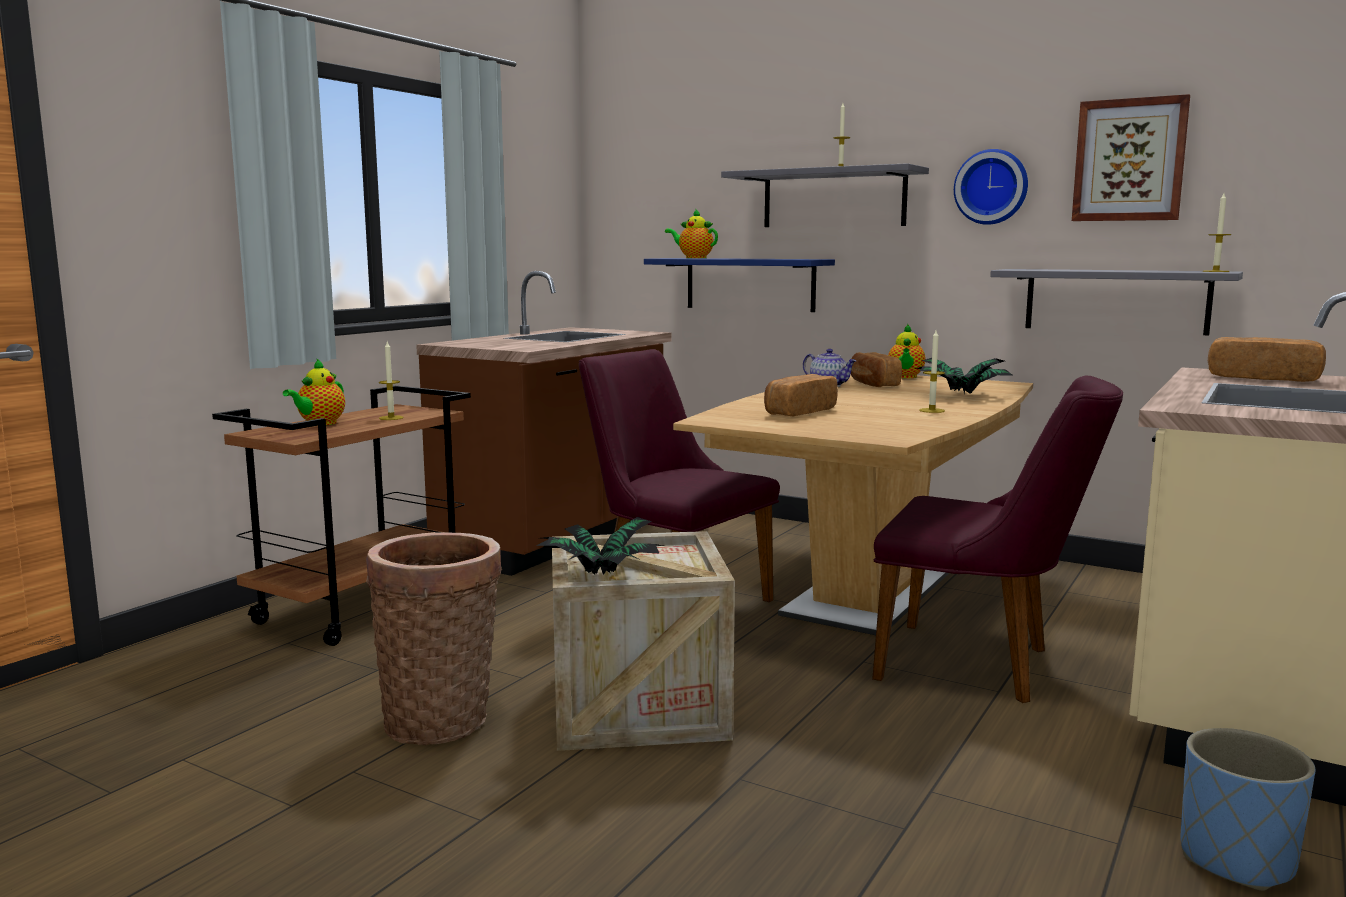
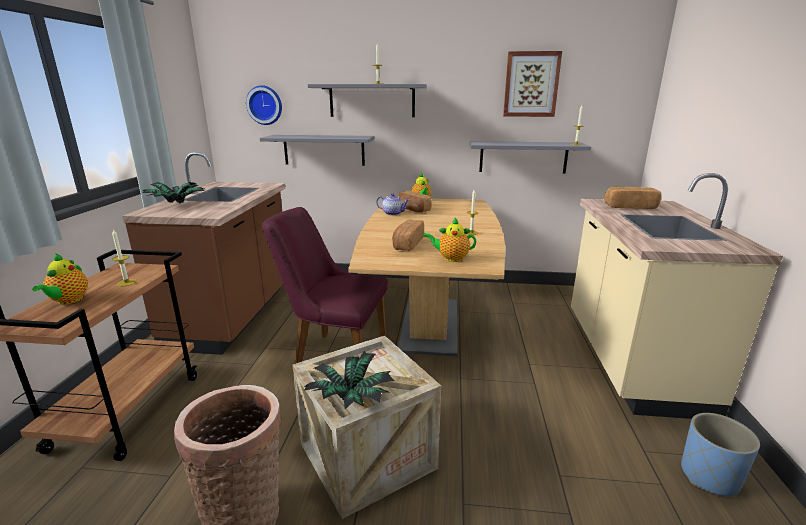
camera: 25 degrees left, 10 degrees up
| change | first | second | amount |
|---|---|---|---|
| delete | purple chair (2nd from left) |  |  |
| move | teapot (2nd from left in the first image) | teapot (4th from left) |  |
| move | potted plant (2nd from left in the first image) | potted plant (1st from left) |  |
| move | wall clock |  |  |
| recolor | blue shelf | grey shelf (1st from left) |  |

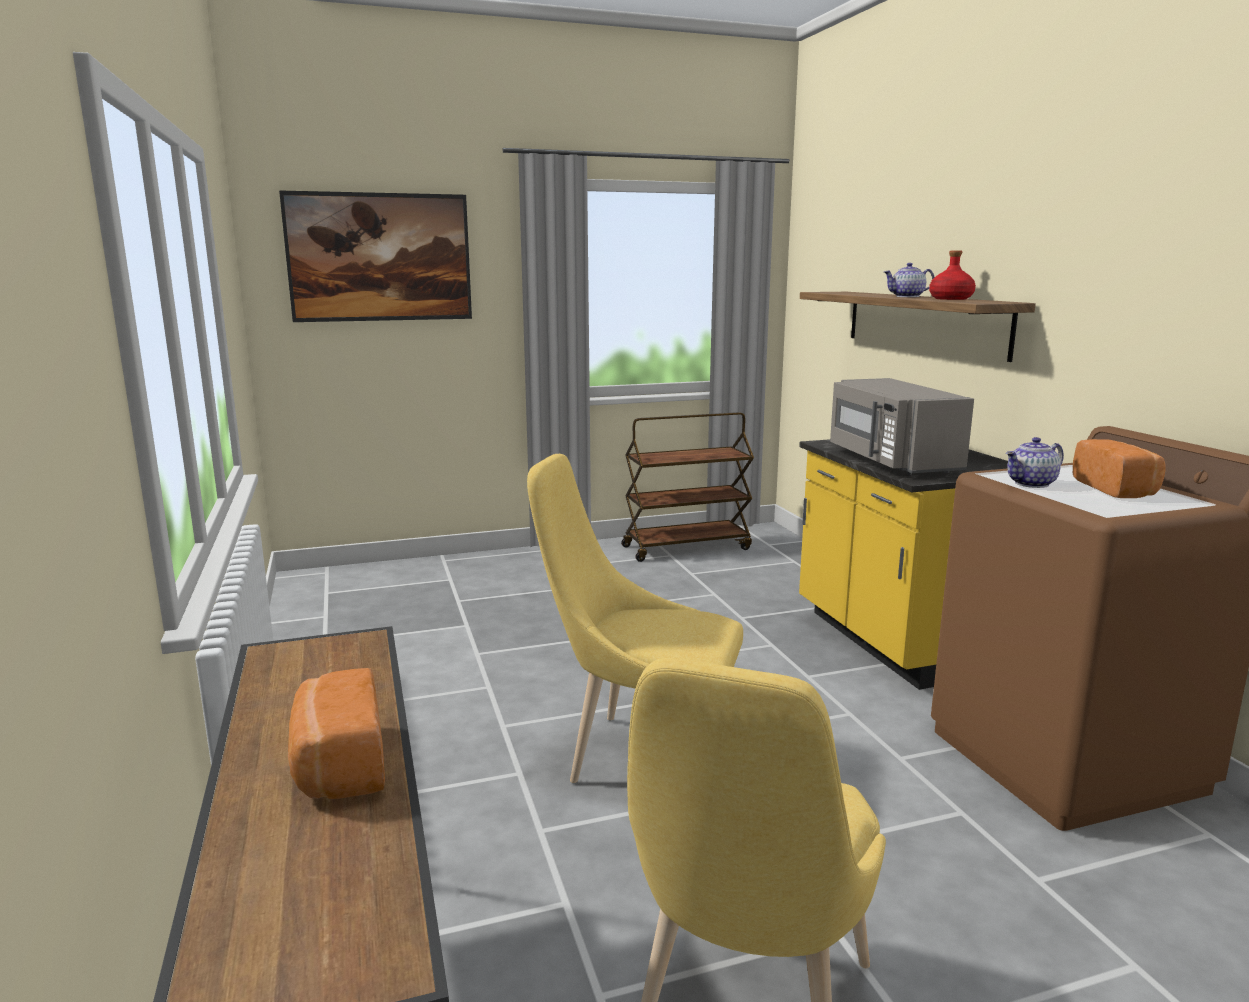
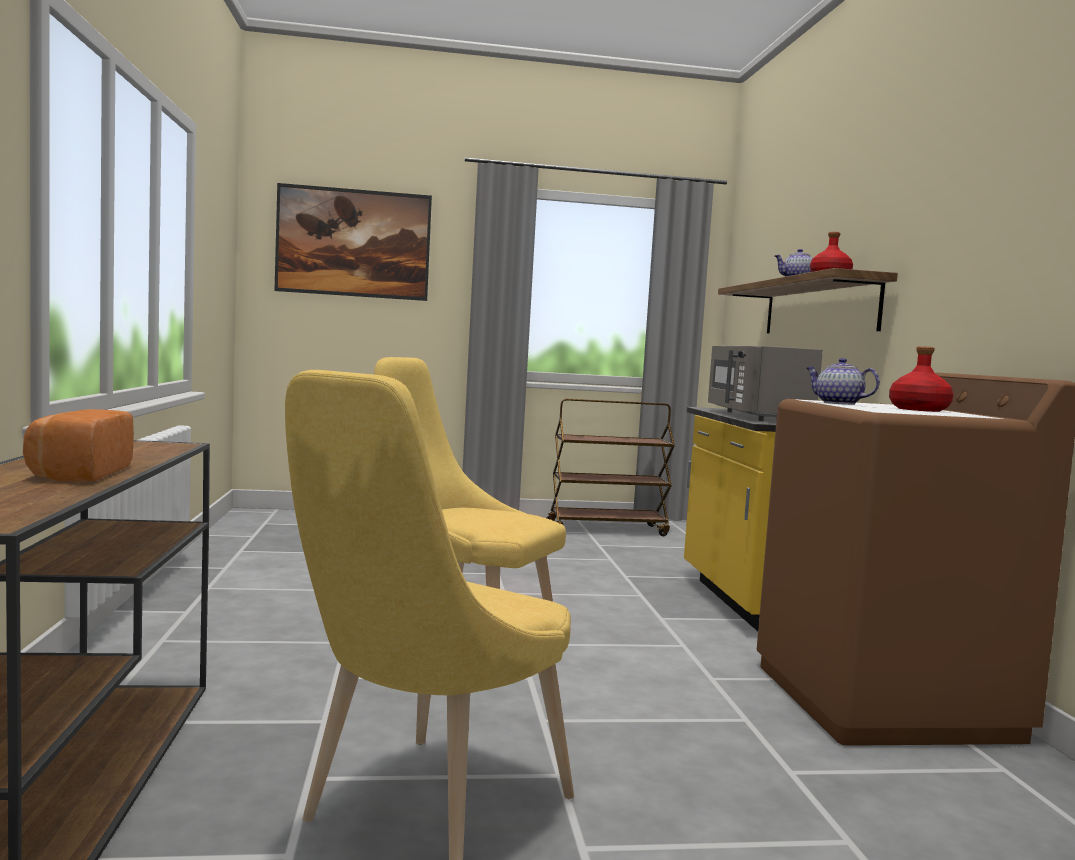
camera: 10 degrees right, 10 degrees down
| change | first | second | amount |
|---|---|---|---|
| replace | bread (2nd from left) | red bottle (2nd from left) |  |
| rotate | teapot (2nd from left) |  | 60 degrees clockwise |

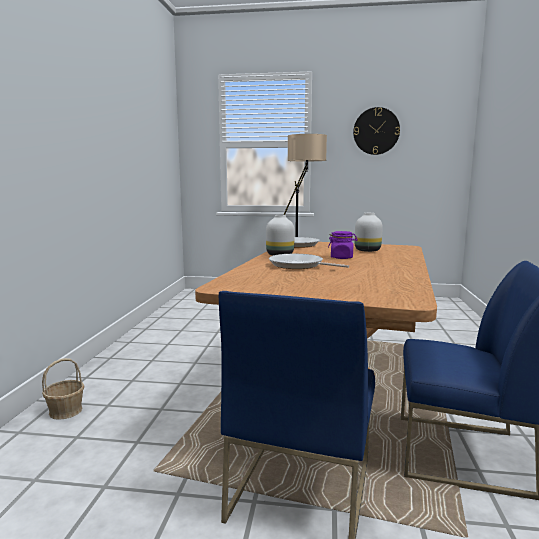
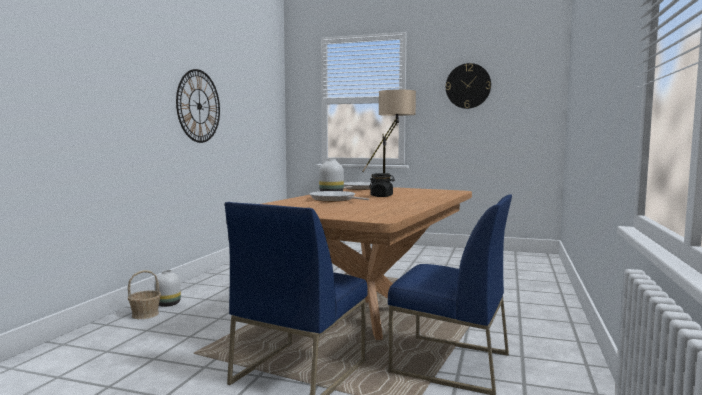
camera: 10 degrees right, 5 degrees down
| change | first | second | amount |
|---|---|---|---|
| insert |  | wall clock (1st from left) |  |
| move | white vase (2nd from left in the first image) | white vase (1st from left) |  |
| recolor | purple jar | black jar |  |

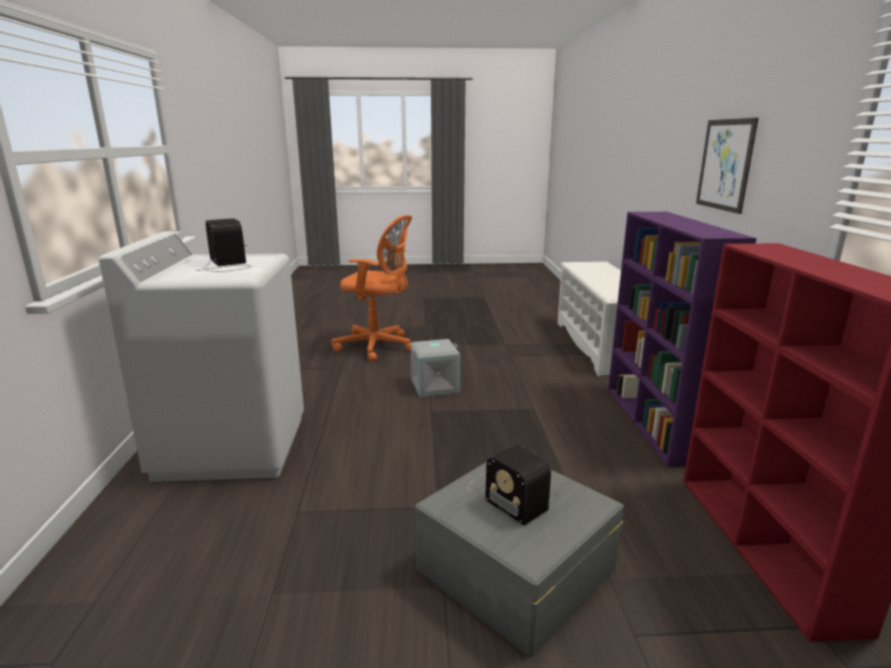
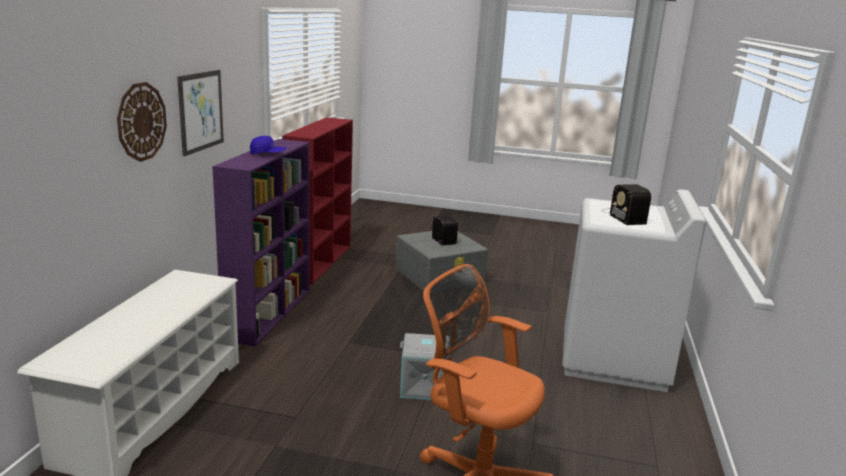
camera: 165 degrees left, 0 degrees up
| change | first | second | amount |
|---|---|---|---|
| insert |  | wall clock |  |
| insert |  | blue cap |  |

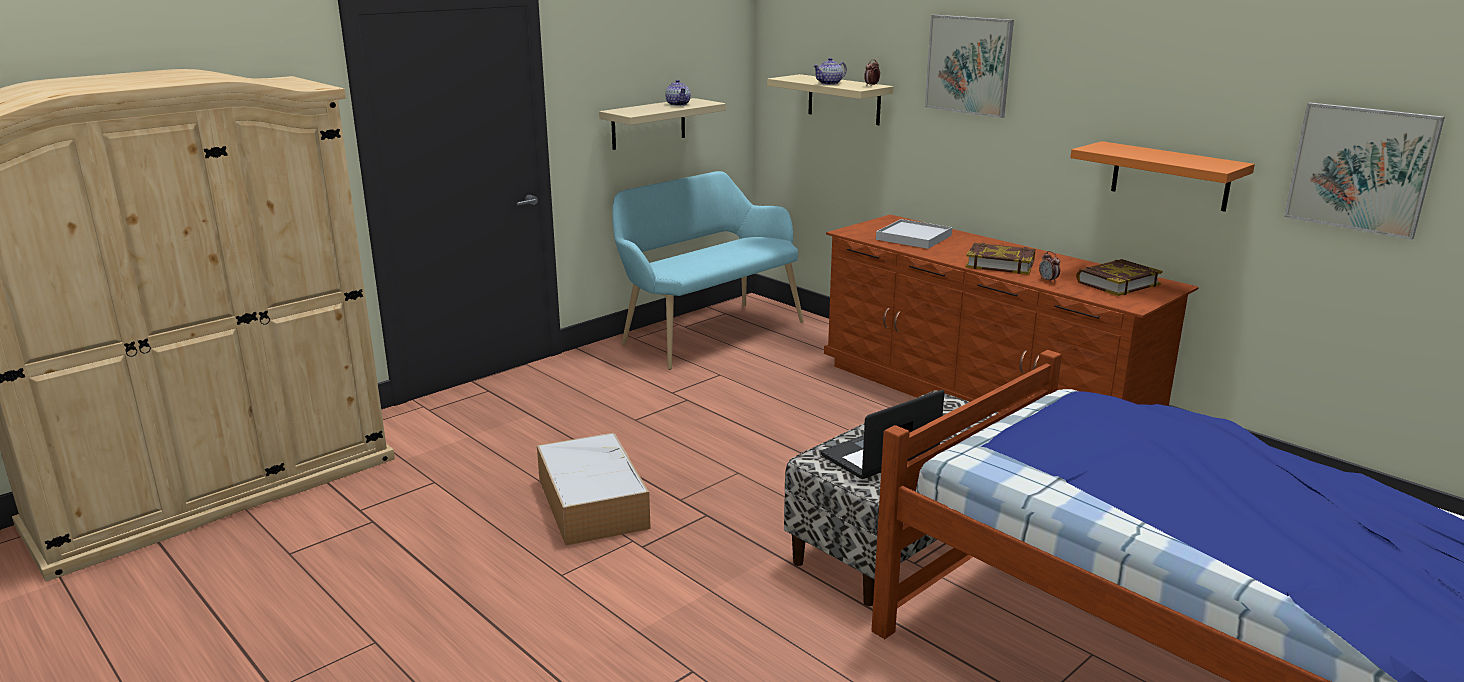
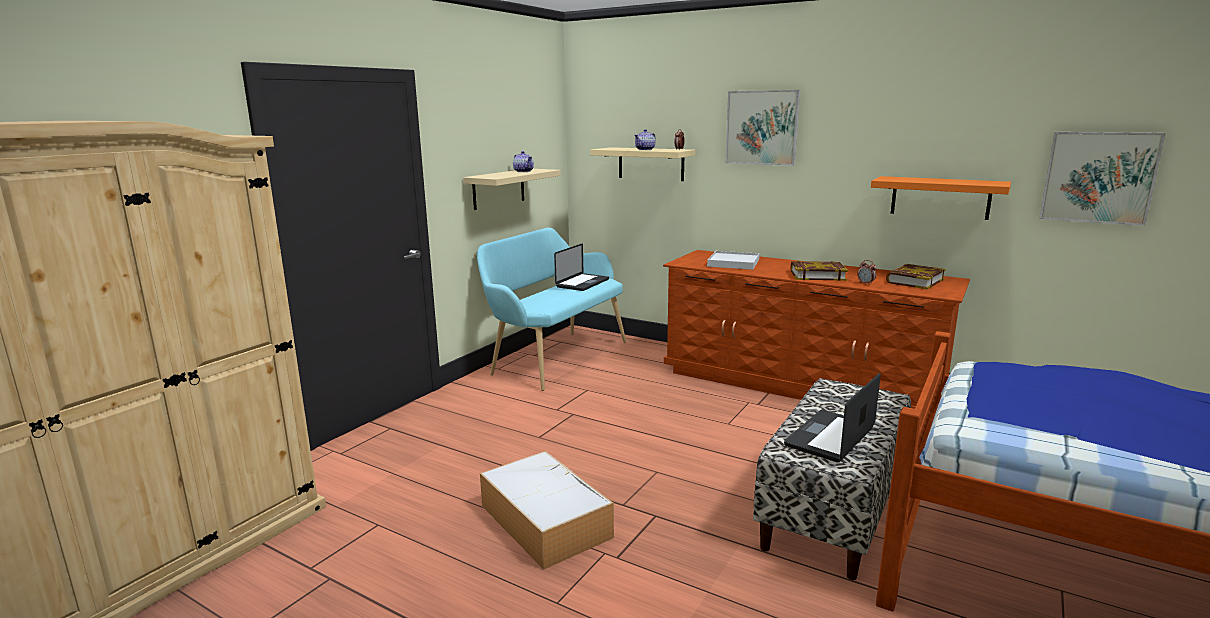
camera: 15 degrees left, 5 degrees down
| change | first | second | amount |
|---|---|---|---|
| insert |  | laptop (1st from left) |  |

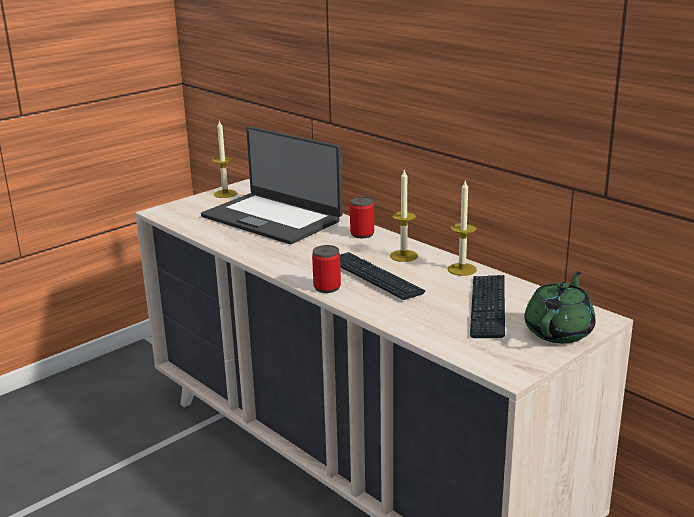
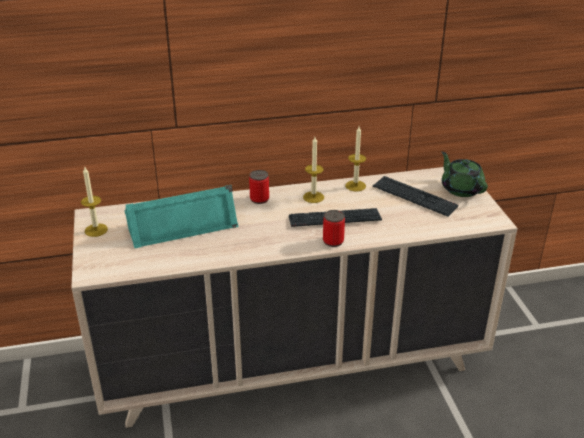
camera: 60 degrees left, 10 degrees up
| change | first | second | amount |
|---|---|---|---|
| replace | laptop | turquoise speaker |  |

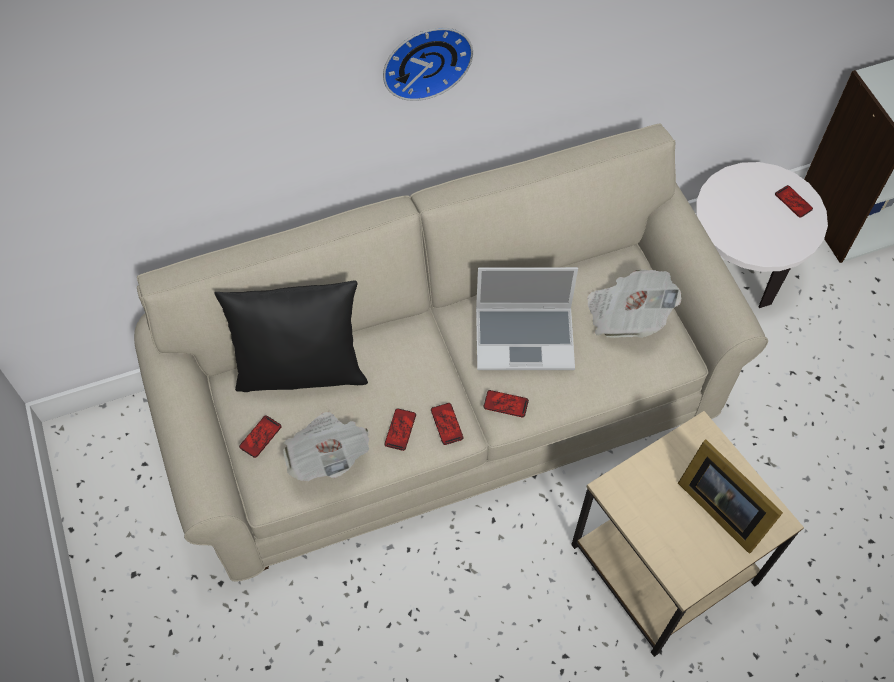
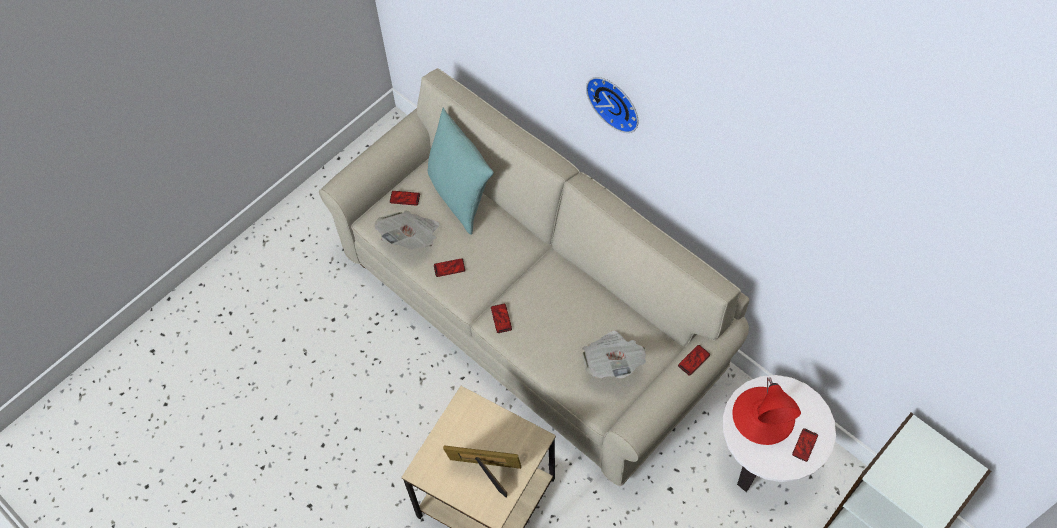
camera: 65 degrees right, 0 degrees up
| change | first | second | amount |
|---|---|---|---|
| delete | laptop |  |  |
| insert |  | red table lamp |  |
| move | phone (3rd from left in the first image) | phone (4th from left) |  |
| recolor | black pillow | turquoise pillow |  |
| rotate | picture frame |  | 75 degrees clockwise |

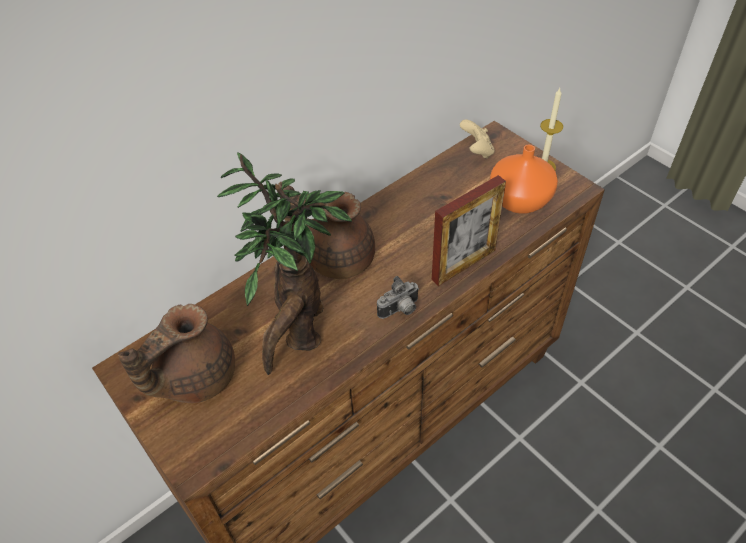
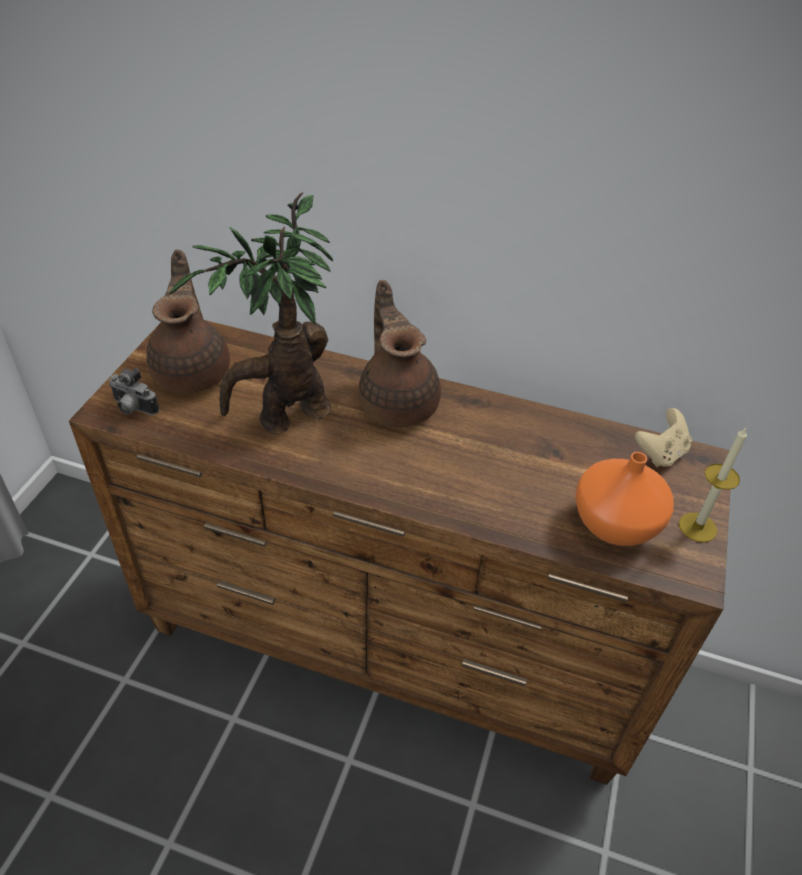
camera: 55 degrees right, 5 degrees down
| change | first | second | amount |
|---|---|---|---|
| delete | picture frame |  |  |
| move | photo camera |  |  |
| rotate | brown teapot (1st from left) |  | 75 degrees clockwise |

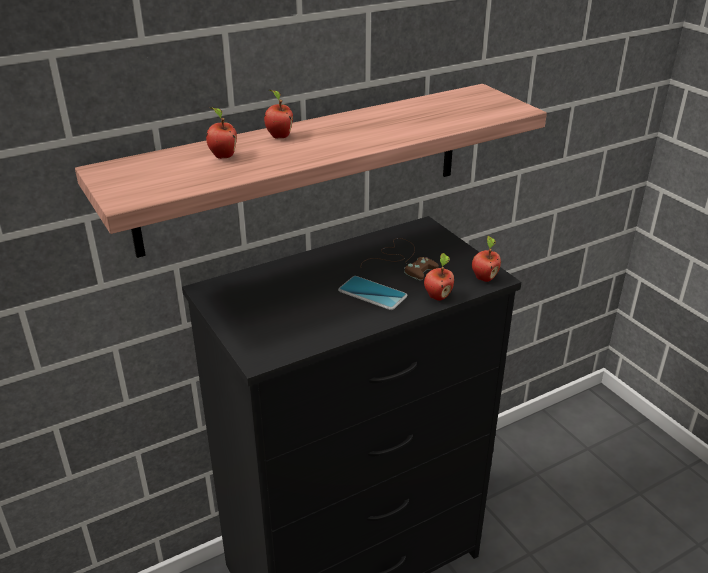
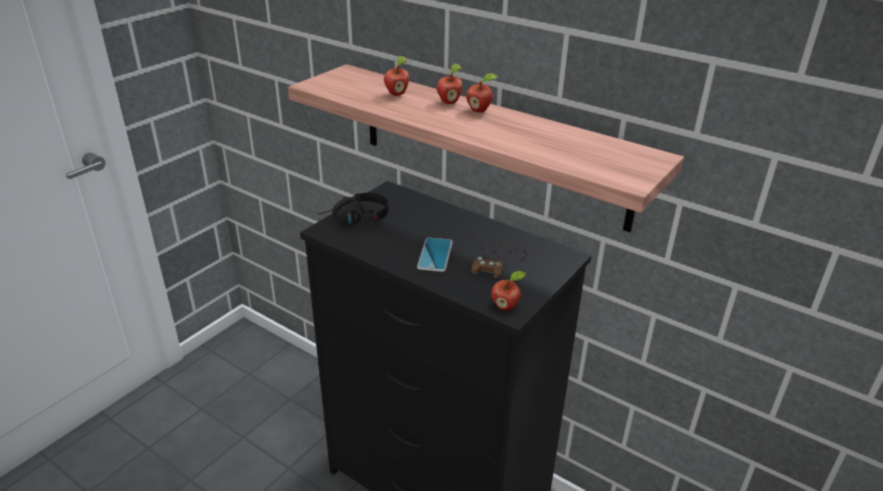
camera: 65 degrees right, 0 degrees up
| change | first | second | amount |
|---|---|---|---|
| insert |  | black headphones |  |
| move | apple (3rd from left) |  |  |

